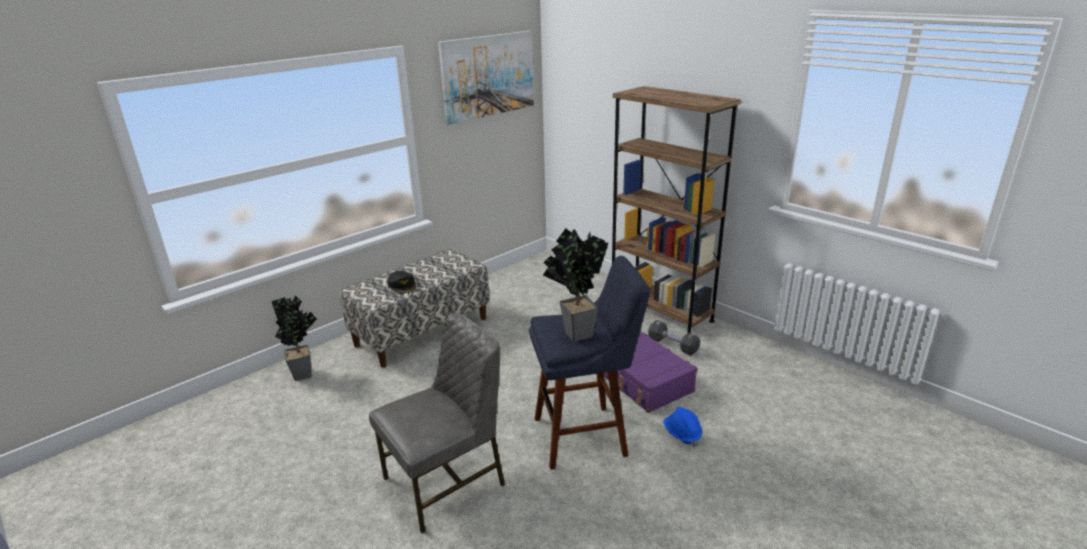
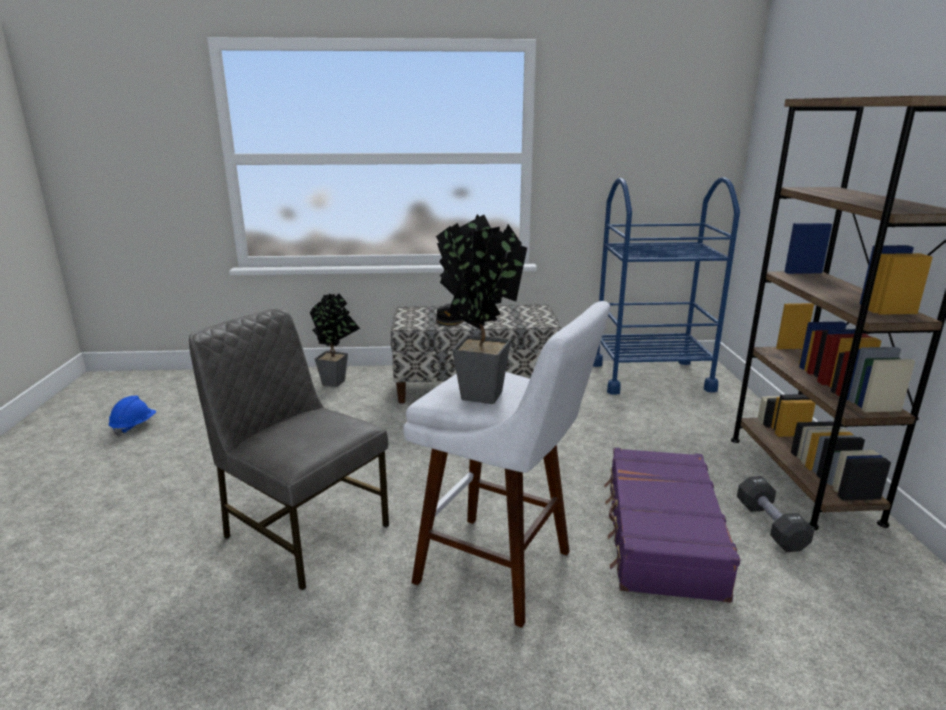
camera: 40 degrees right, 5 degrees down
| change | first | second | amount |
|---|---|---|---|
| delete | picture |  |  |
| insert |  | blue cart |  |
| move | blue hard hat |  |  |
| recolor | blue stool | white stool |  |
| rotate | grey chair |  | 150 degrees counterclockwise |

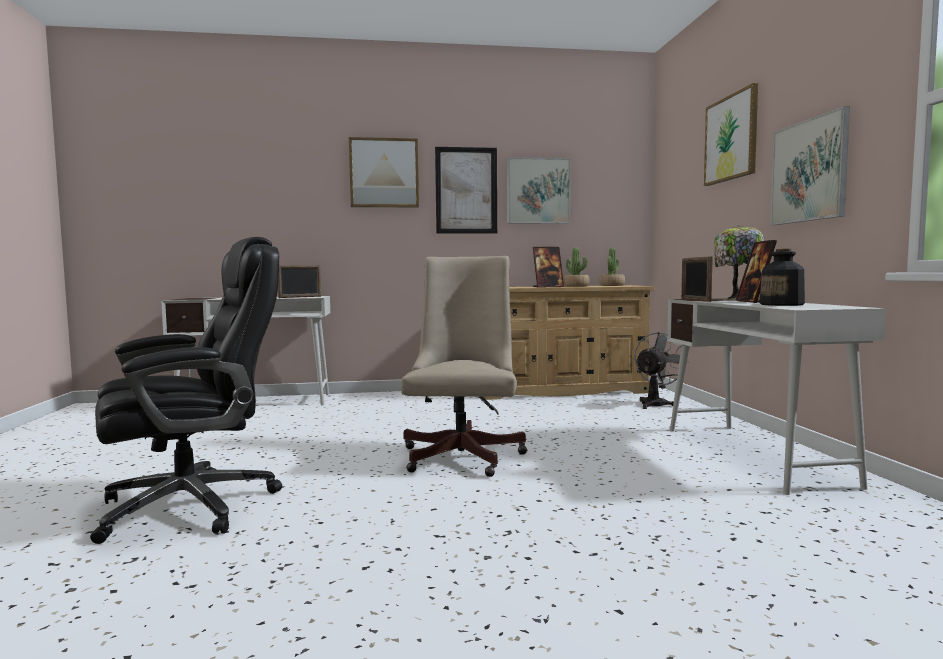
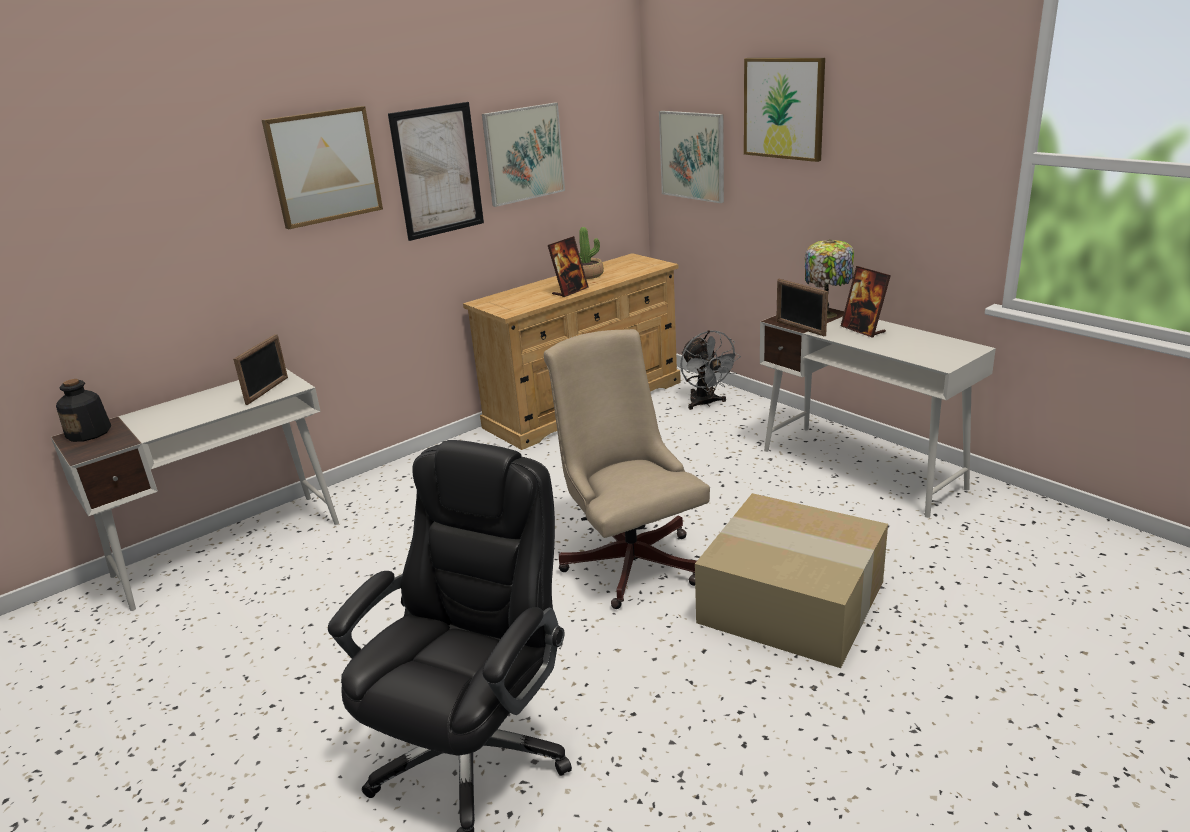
camera: 30 degrees left, 20 degrees up
| change | first | second | amount |
|---|---|---|---|
| delete | potted plant (2nd from left) |  |  |
| insert |  | cardboard box |  |
| move | bottle |  |  |
| move | picture (5th from left in the first image) | picture (4th from left) |  |
| rotate | grey fan |  | 150 degrees clockwise |

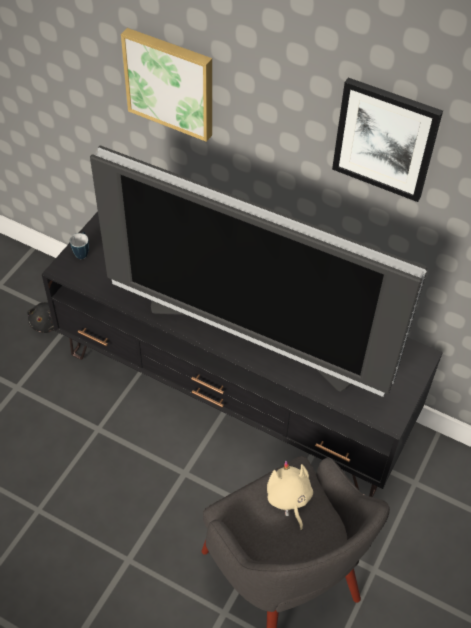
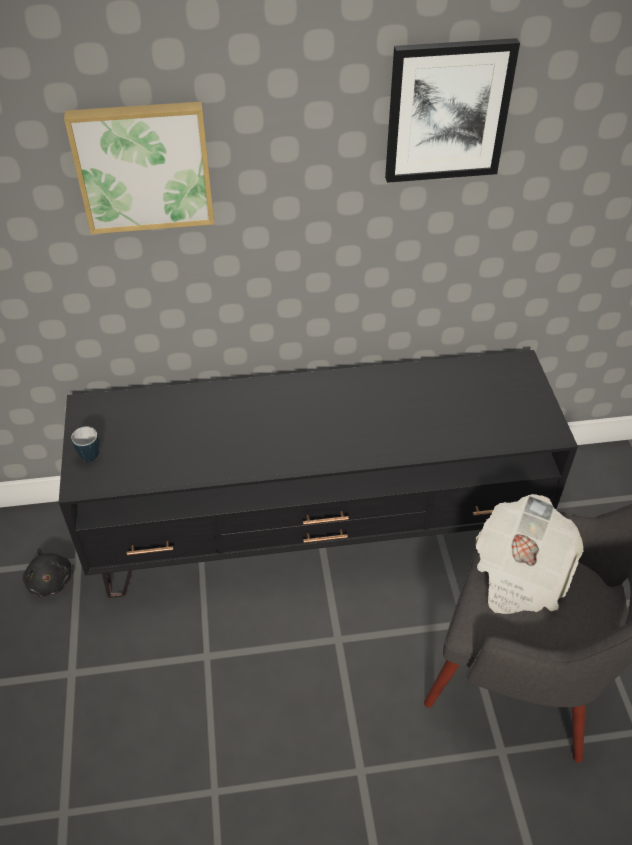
camera: 35 degrees left, 5 degrees down
| change | first | second | amount |
|---|---|---|---|
| delete | television |  |  |
| replace | beige plush toy | newspaper |  |

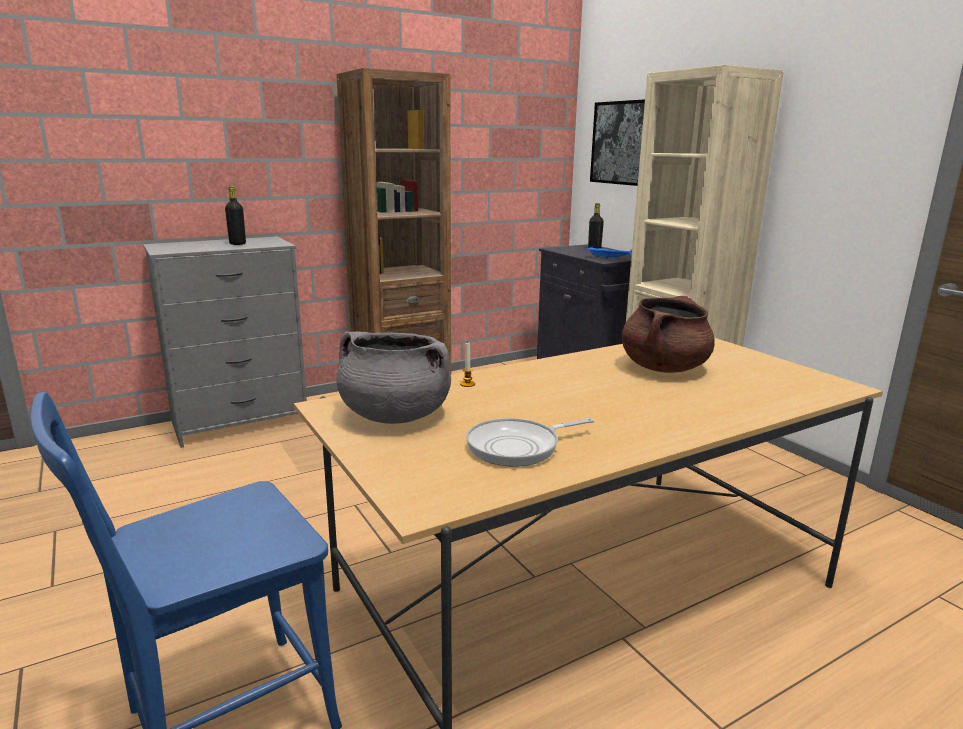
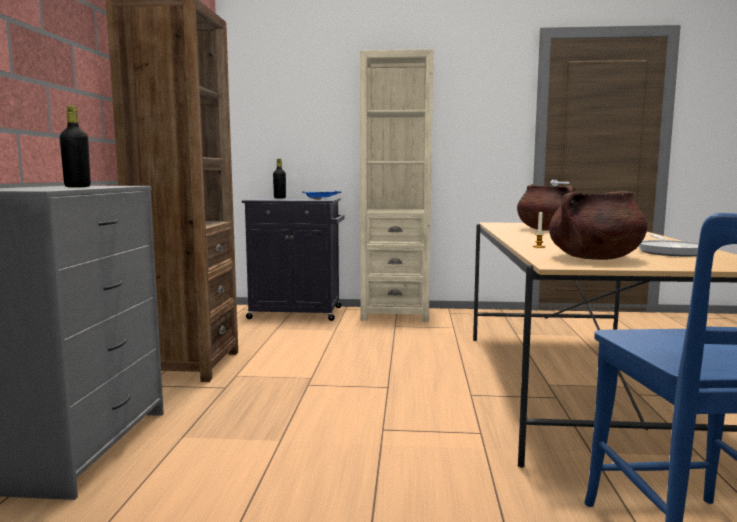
camera: 55 degrees left, 10 degrees down
| change | first | second | amount |
|---|---|---|---|
| delete | picture |  |  |
| recolor | grey cooking pot | brown cooking pot (2nd from left) |  |

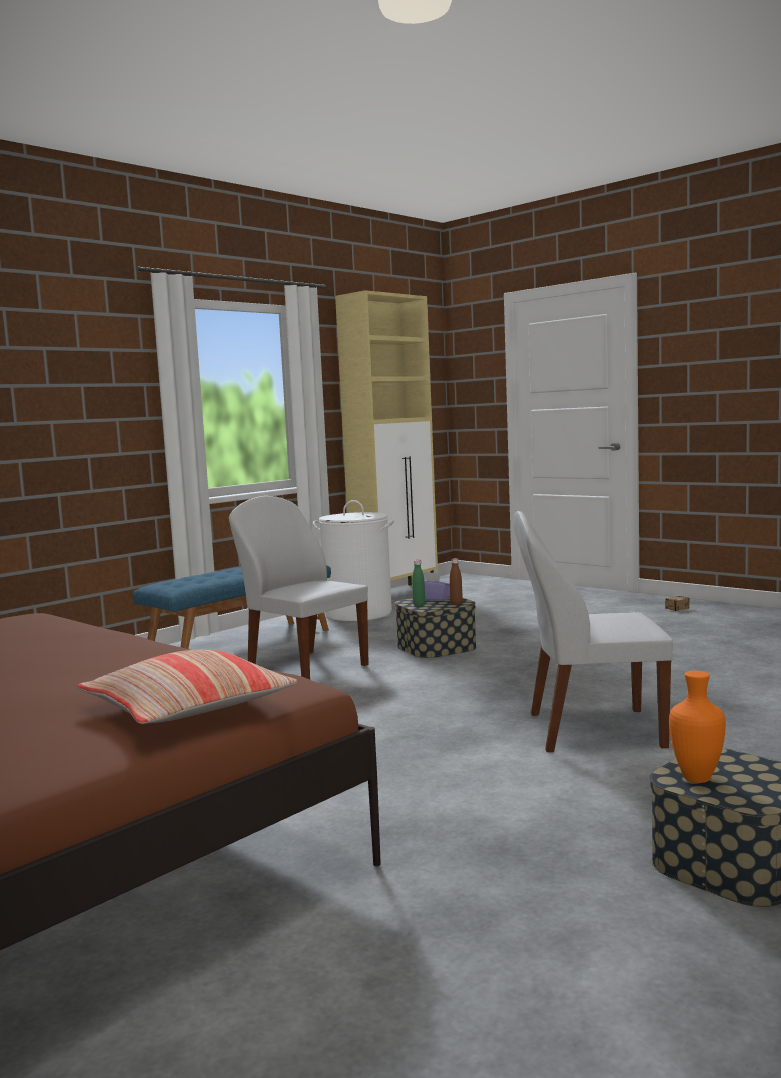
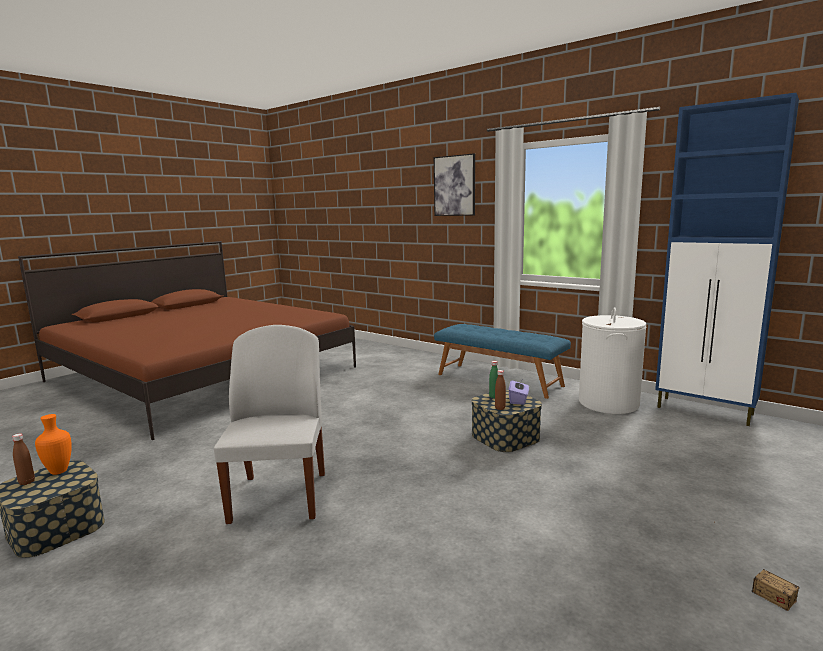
camera: 85 degrees right, 5 degrees up
| change | first | second | amount |
|---|---|---|---|
| delete | pillow |  |  |
| delete | white chair (1st from left) |  |  |
| insert |  | brown bottle (1st from left) |  |
| insert |  | picture |  |
| recolor | beige cabinet | blue cabinet |  |

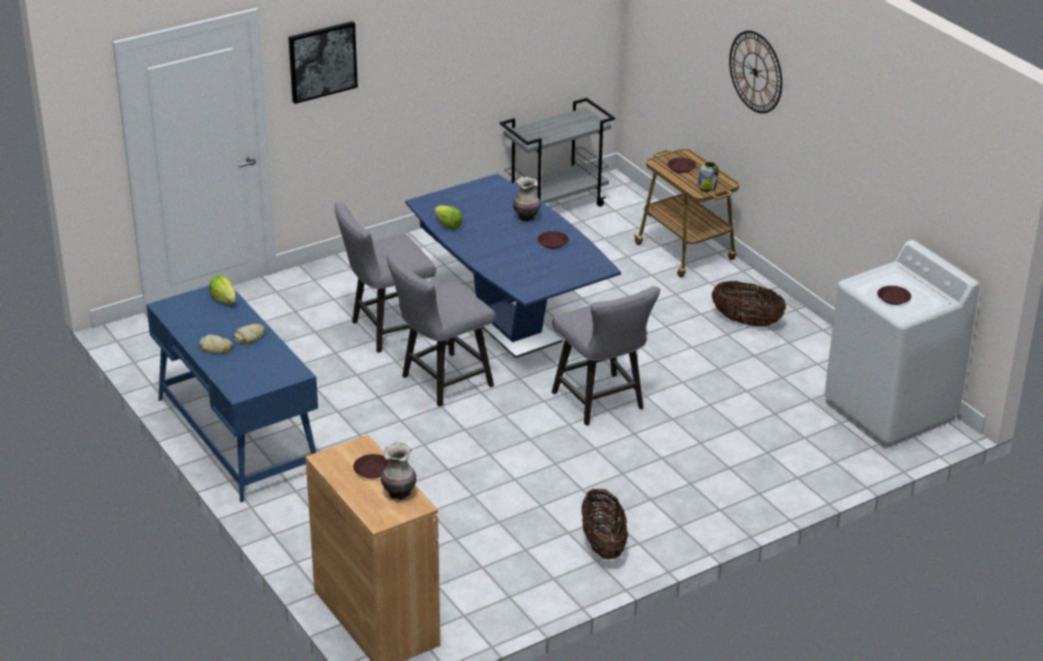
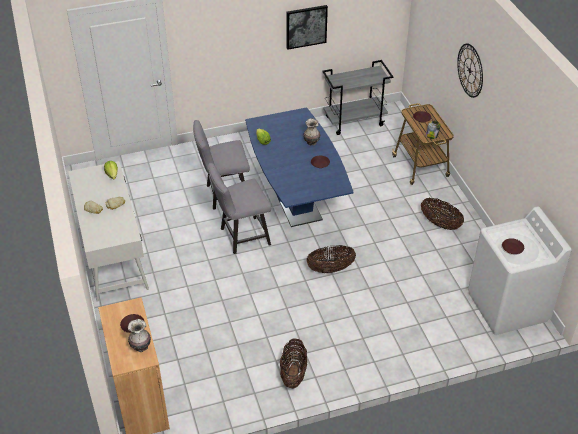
camera: 15 degrees right, 10 degrees up
| change | first | second | amount |
|---|---|---|---|
| move | picture |  |  |
| replace | grey chair (3rd from left) | basket (2nd from left) |  |
| recolor | blue desk | white desk |  |

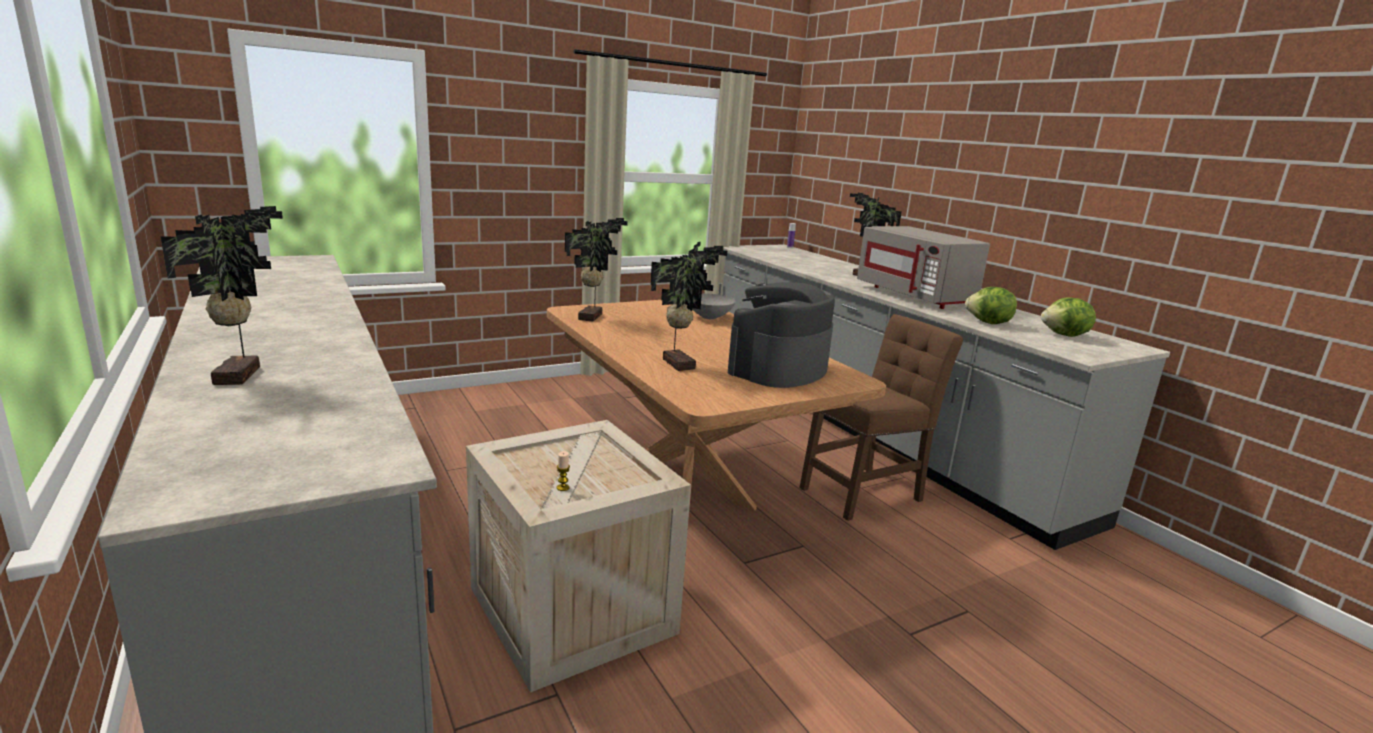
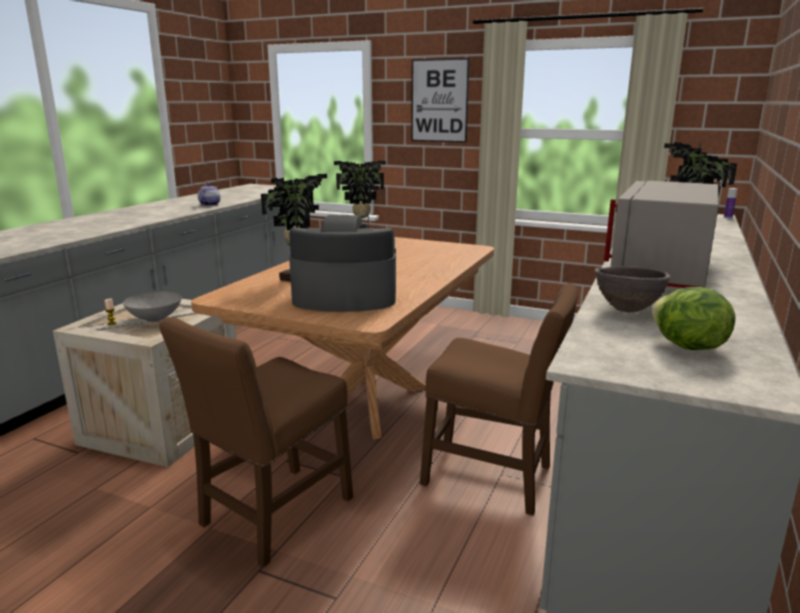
camera: 55 degrees right, 0 degrees up
| change | first | second | amount |
|---|---|---|---|
| delete | potted plant (1st from left) |  |  |
| insert |  | brown chair (1st from left) |  |
| insert |  | teapot |  |
| insert |  | picture |  |
| move | grey bowl |  |  |
| replace | lettuce (1st from left) | brown bowl |  |

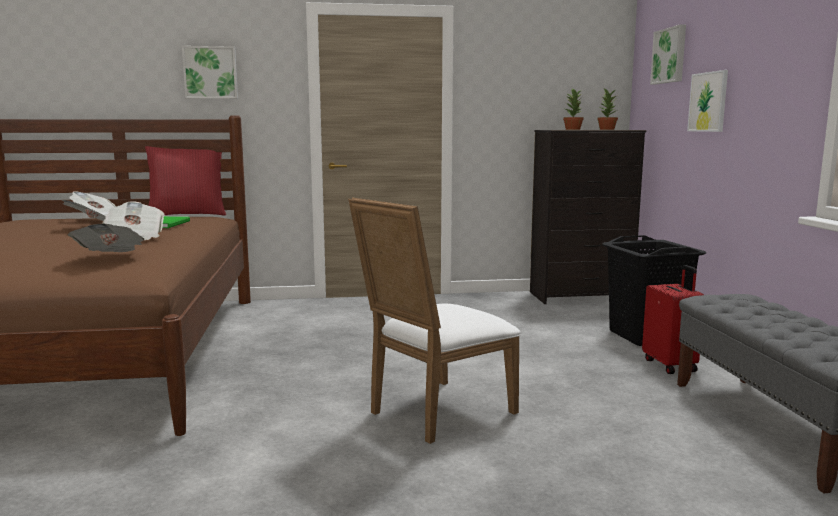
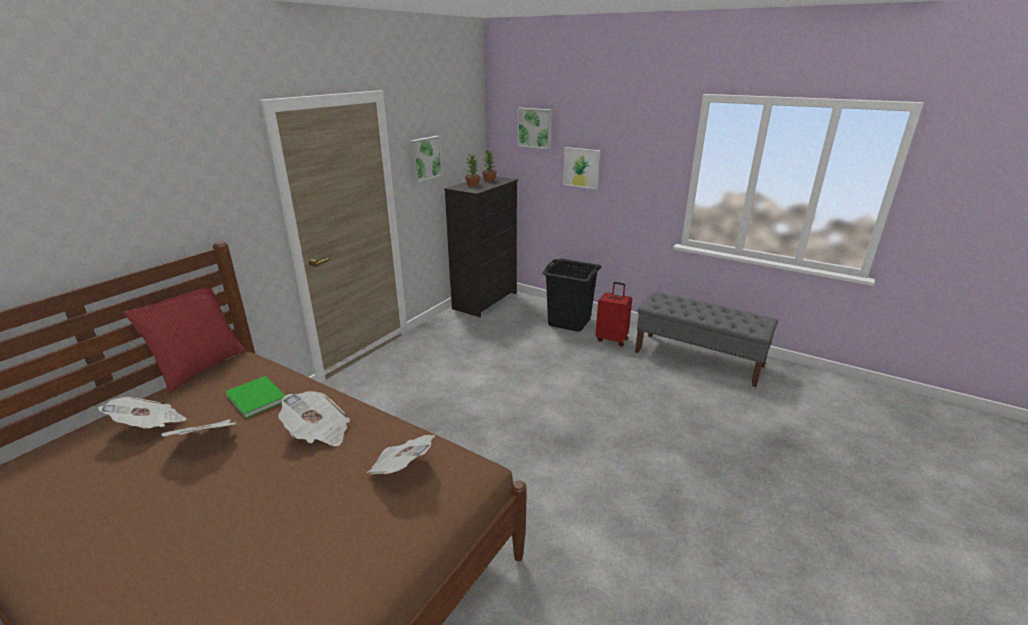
camera: 50 degrees left, 15 degrees up
| change | first | second | amount |
|---|---|---|---|
| delete | white chair |  |  |
| move | picture (1st from left) |  |  |

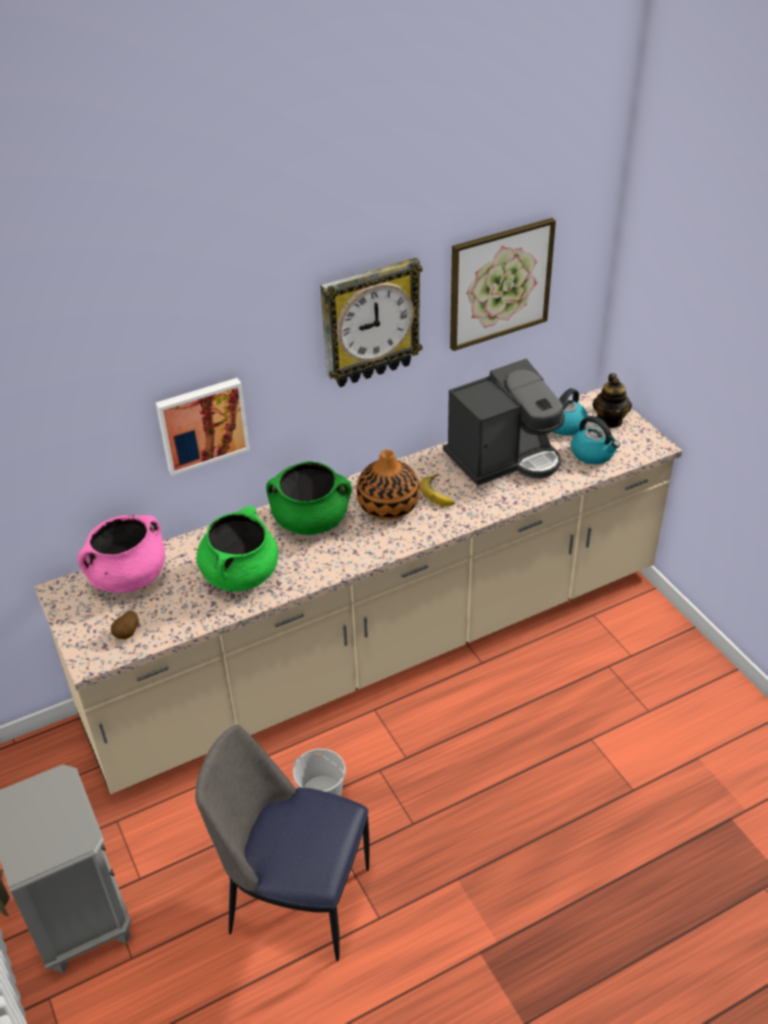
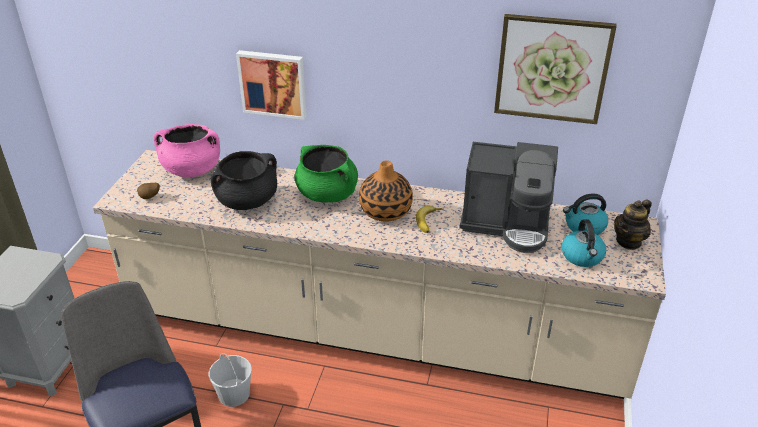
camera: 40 degrees right, 5 degrees down
| change | first | second | amount |
|---|---|---|---|
| delete | wall clock |  |  |
| recolor | green cooking pot (1st from left) | black cooking pot |  |

